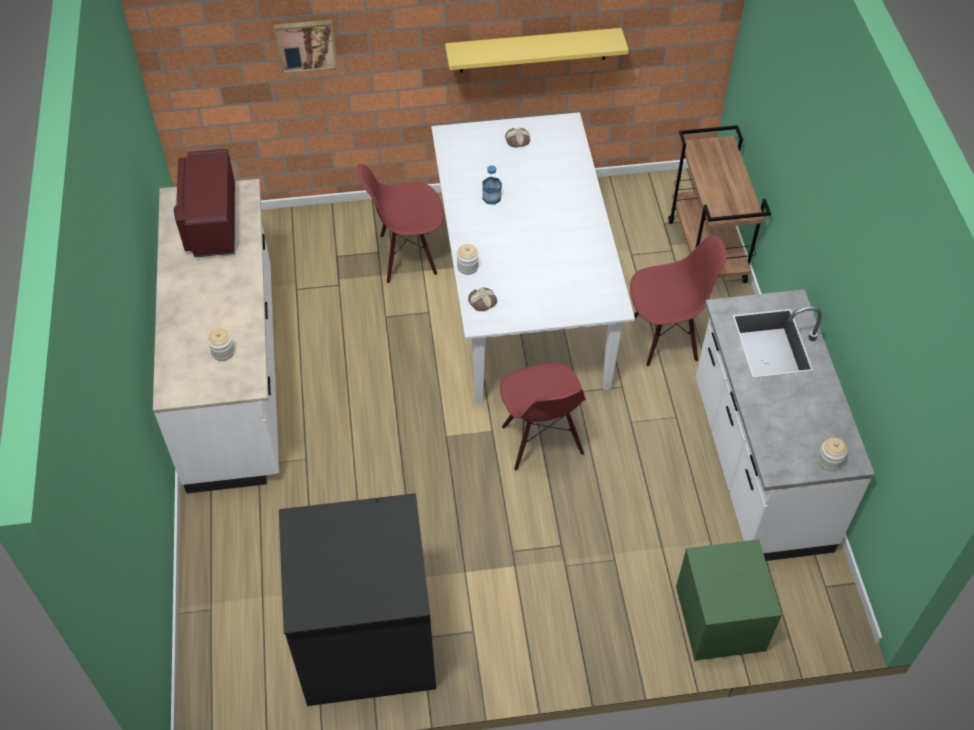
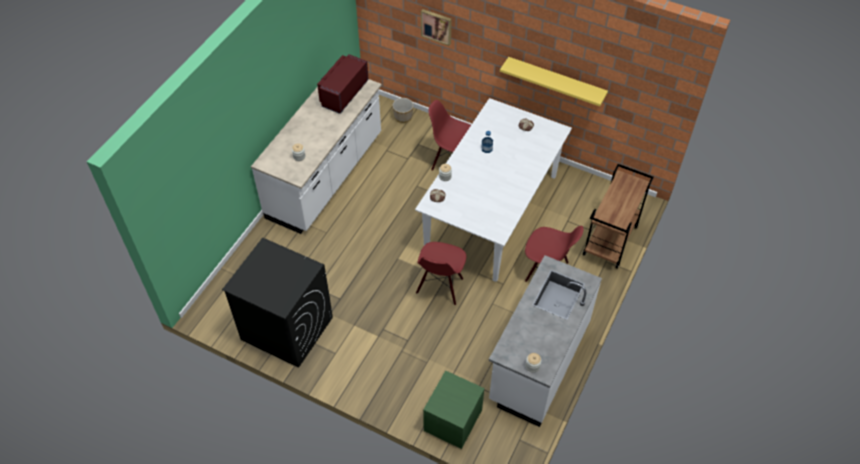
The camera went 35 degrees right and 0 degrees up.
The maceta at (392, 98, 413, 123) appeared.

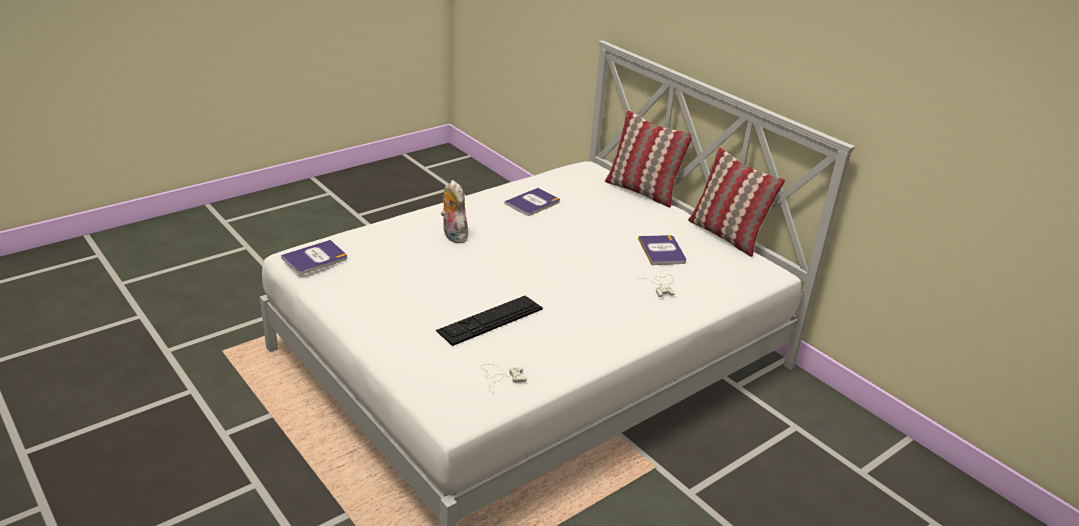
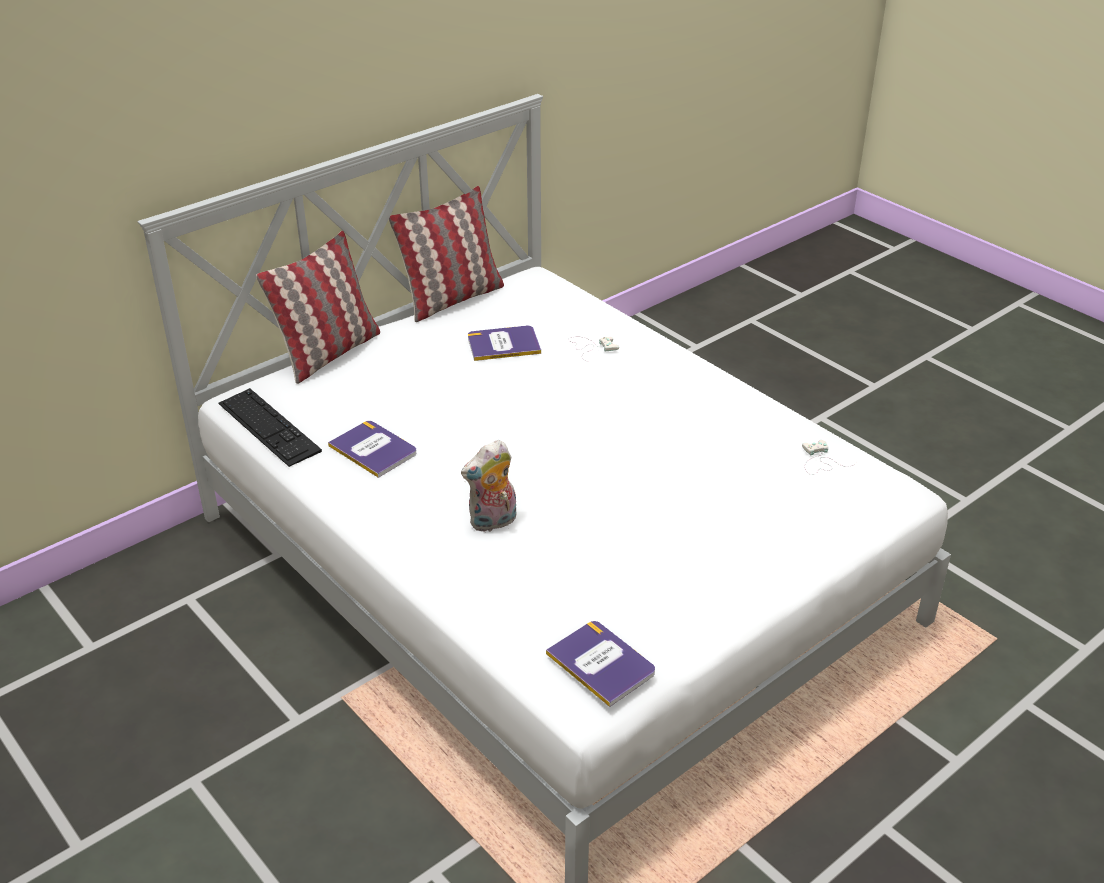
The camera went 90 degrees left and 5 degrees up.
The teclado moved from (436, 296, 543, 346) to (218, 388, 322, 467).

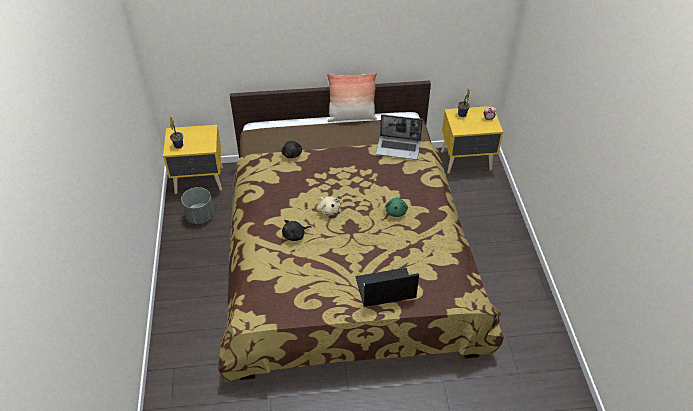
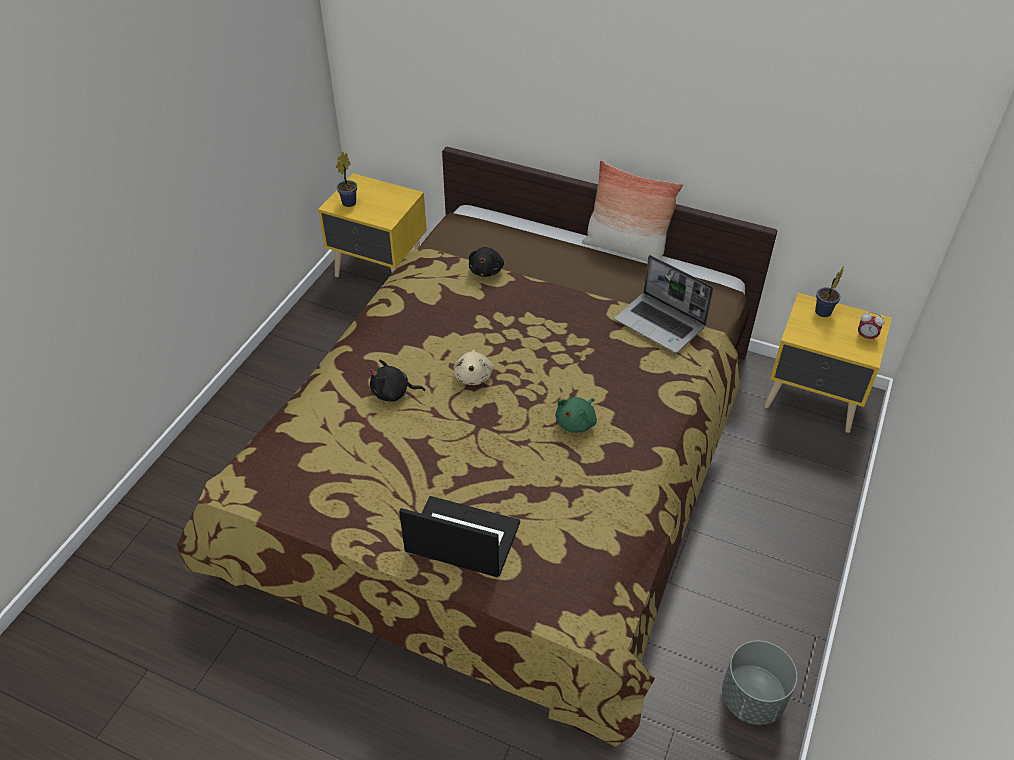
The camera went 30 degrees right and 0 degrees up.
The maceta (gris) moved from (181, 187, 214, 224) to (722, 641, 797, 725).

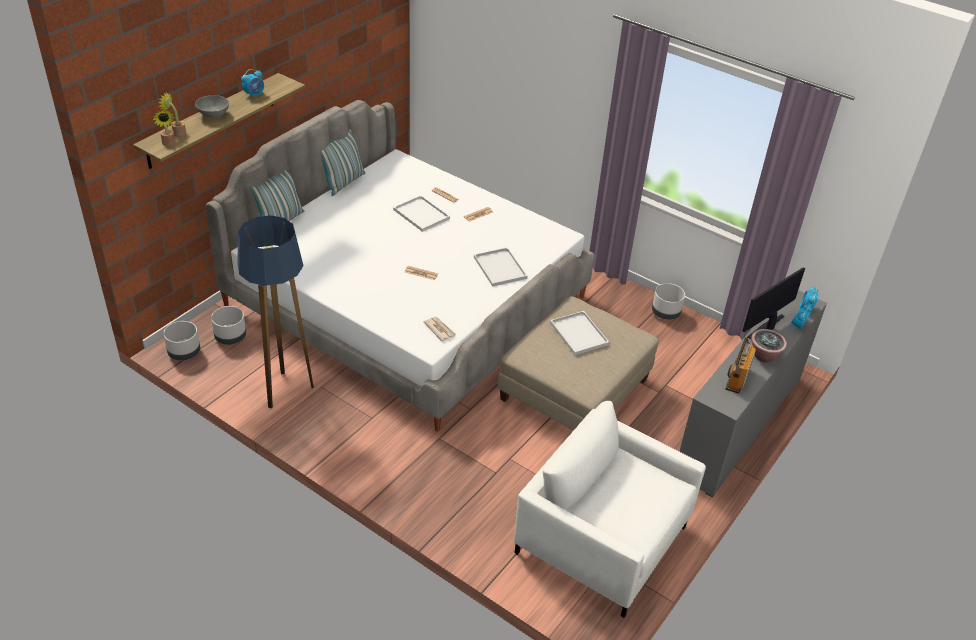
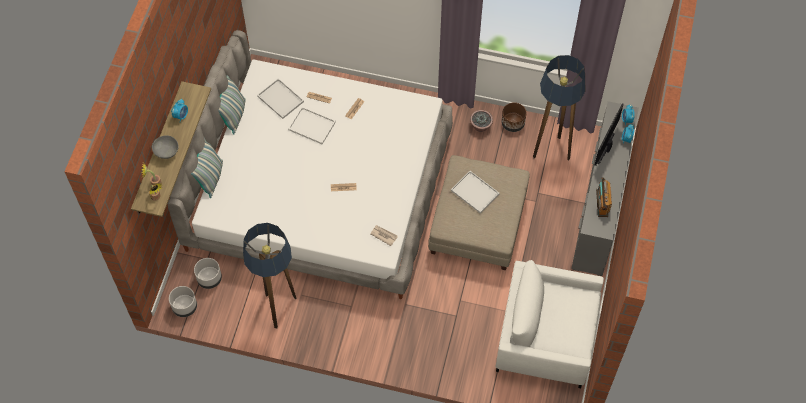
The camera went 20 degrees left and 20 degrees up.
The bandeja (blanco) moved from (474, 247, 527, 287) to (257, 78, 304, 119).
The planta en maceta moved from (751, 329, 787, 362) to (470, 110, 493, 132).
The maceta (gris) at (652, 283, 685, 320) became the maceta (marrón) at (501, 102, 526, 132).
The lámpara de pie at (533, 55, 585, 161) appeared.

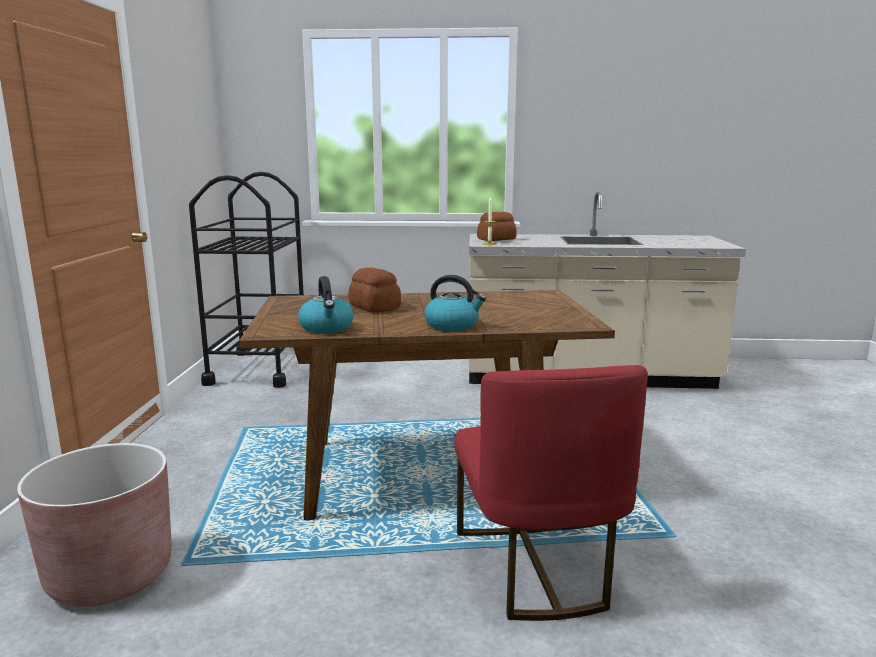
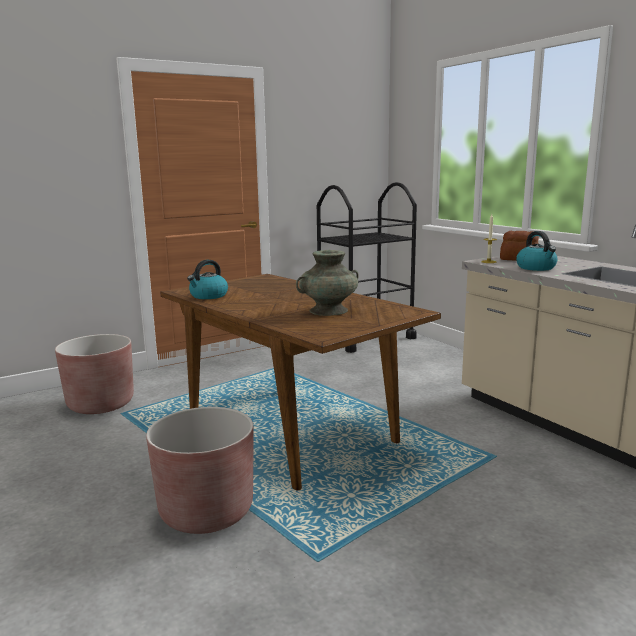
The camera went 55 degrees right and 0 degrees up.
The silla (rojo) at (454, 365, 648, 621) was replaced by the maceta (marrón) at (146, 407, 253, 534).
The florero (turquesa) at (296, 250, 359, 316) appeared.
The hervidor moved from (425, 275, 486, 331) to (516, 231, 557, 271).
The pan at (348, 267, 401, 313) disappeared.

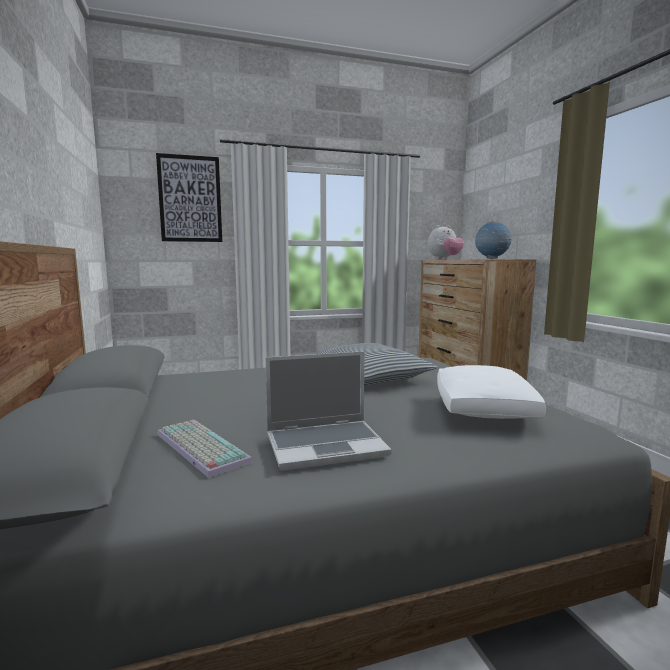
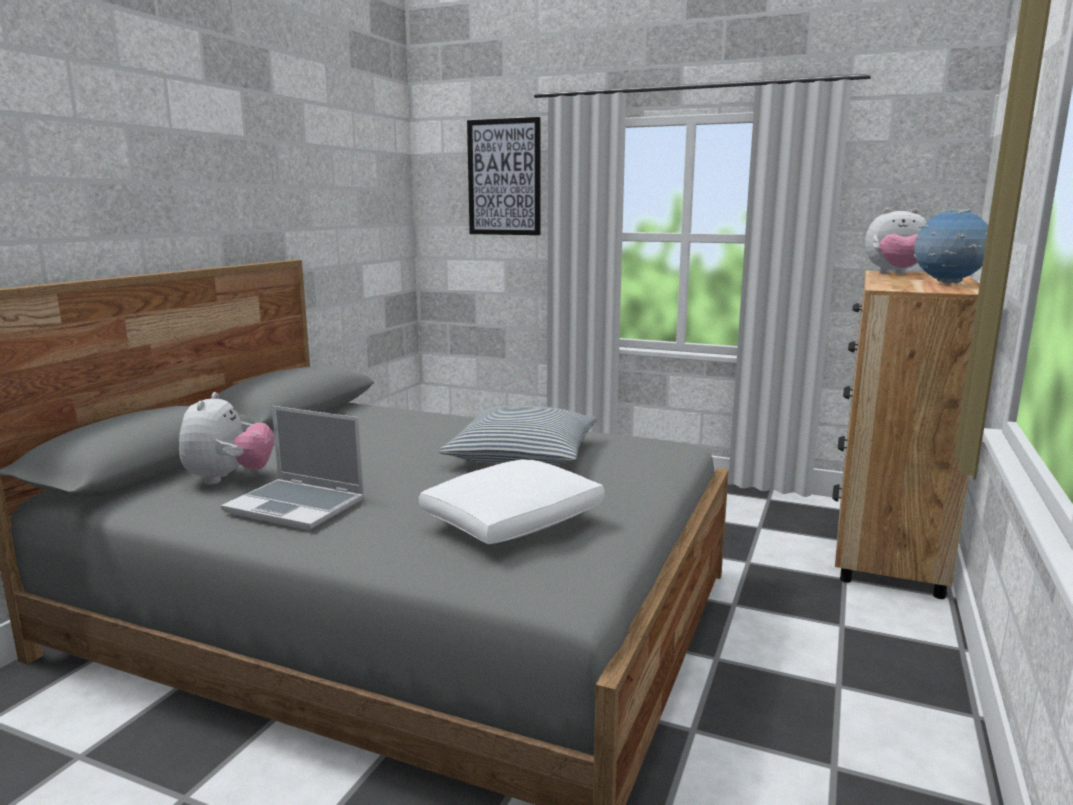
The camera went 40 degrees right and 5 degrees up.
The teclado at (157, 420, 253, 478) was replaced by the peluche at (179, 392, 274, 484).

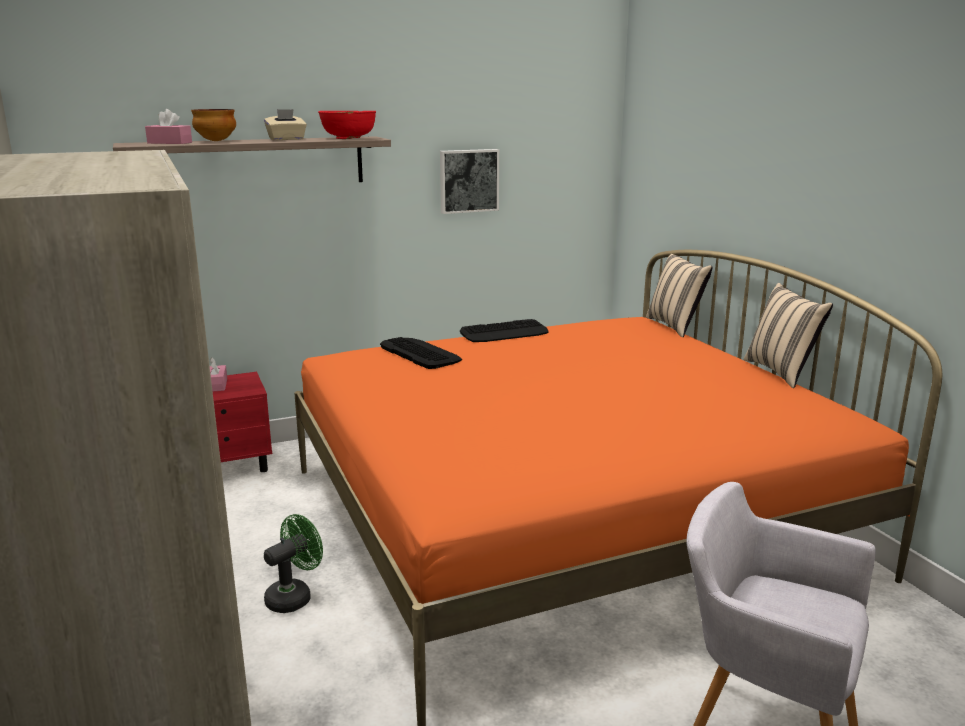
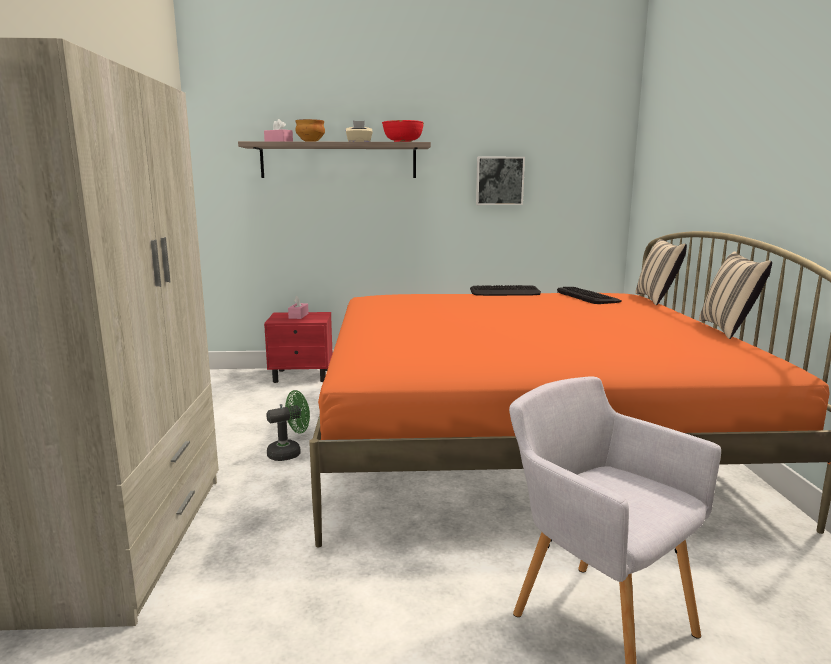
The camera went 20 degrees right and 5 degrees down.
The teclado moved from (380, 337, 462, 369) to (557, 287, 622, 304).

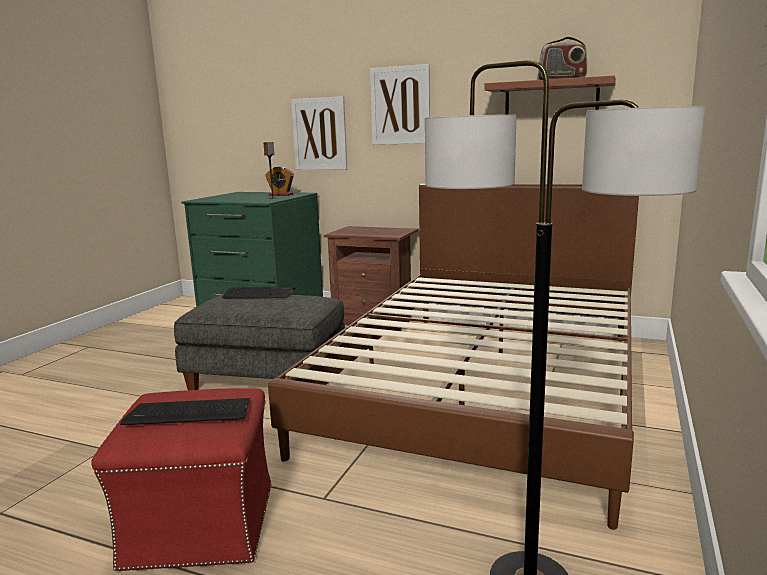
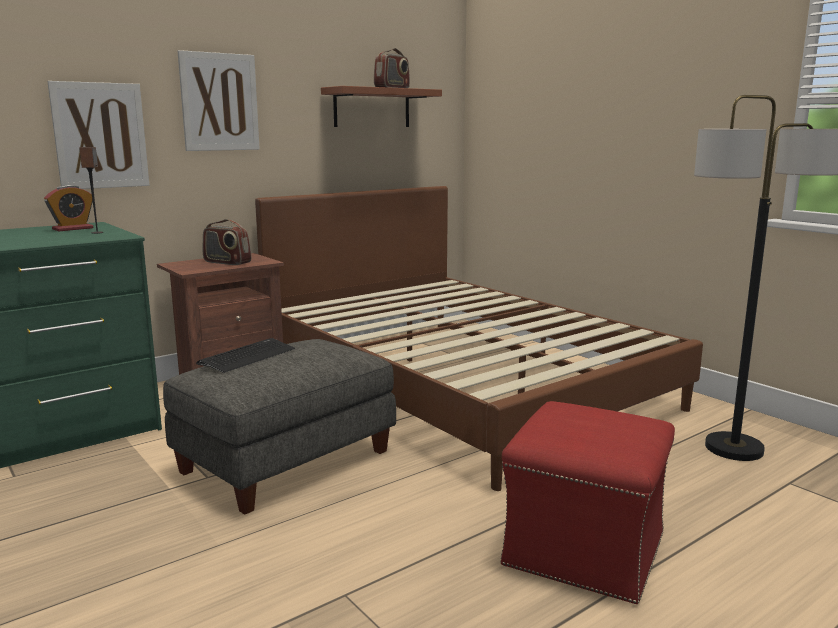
The camera went 60 degrees left and 0 degrees up.
The radio at (203, 219, 251, 265) appeared.
The teclado at (120, 398, 251, 425) disappeared.

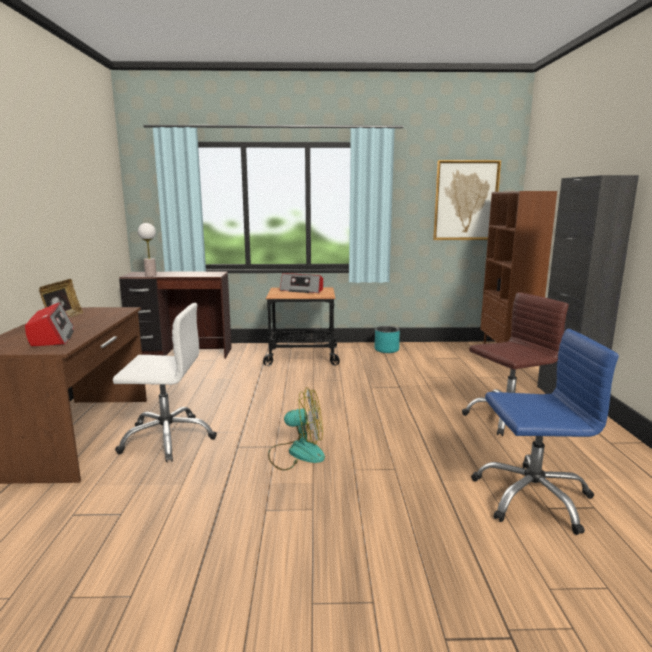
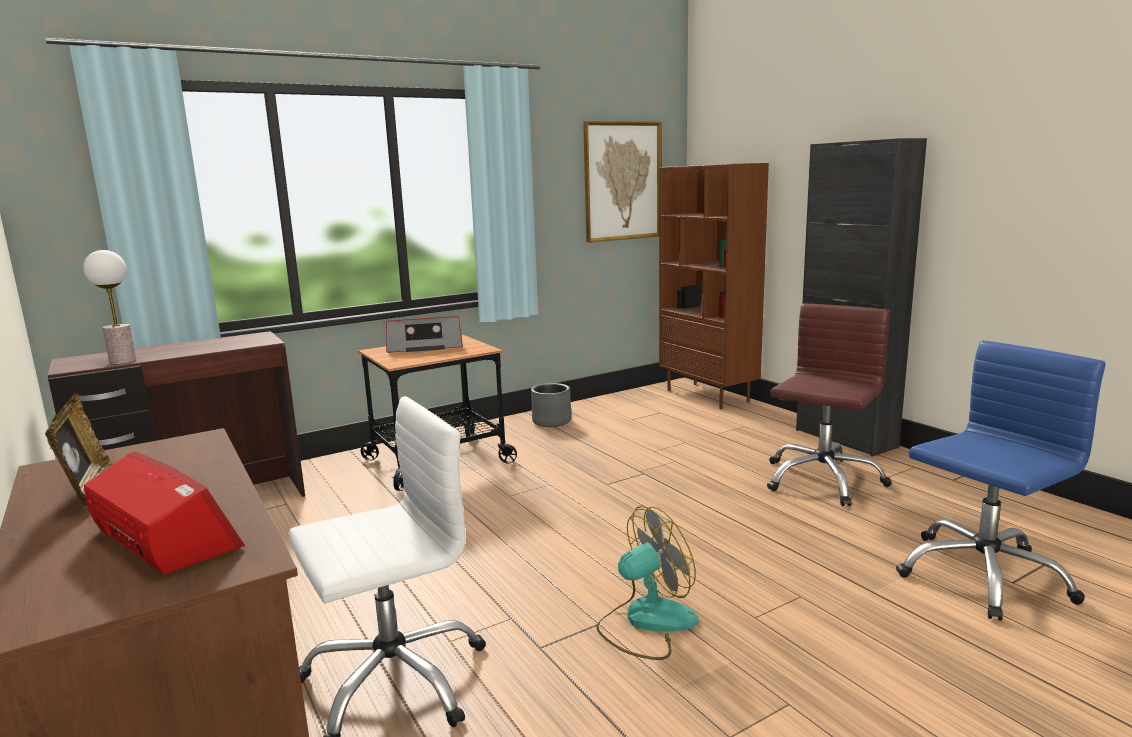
The camera went 30 degrees left and 0 degrees up.
The maceta (turquesa) at (374, 326, 400, 353) became the maceta (gris) at (531, 383, 571, 427).

